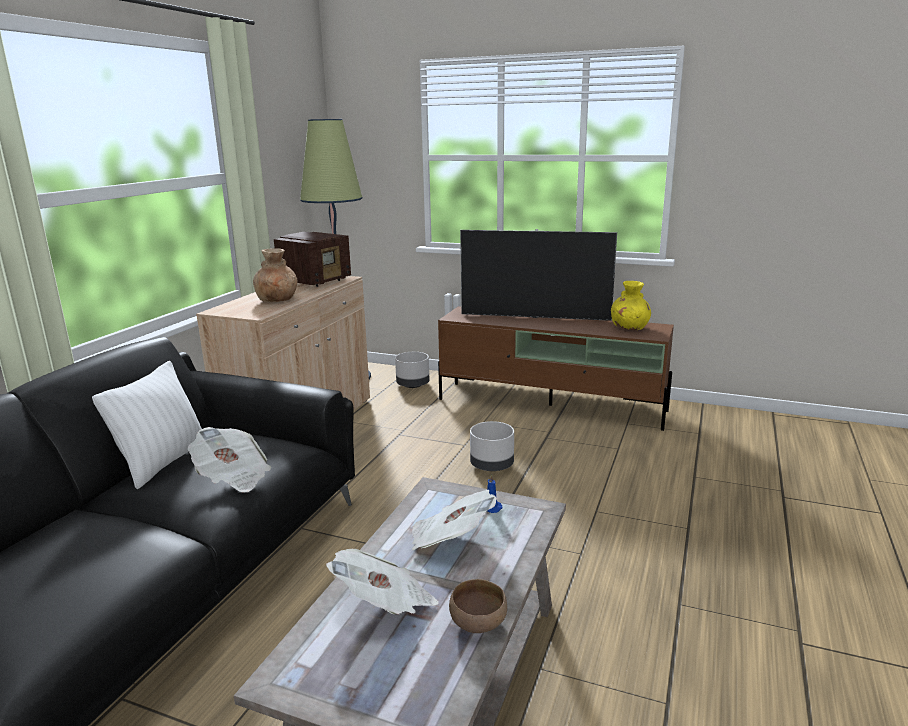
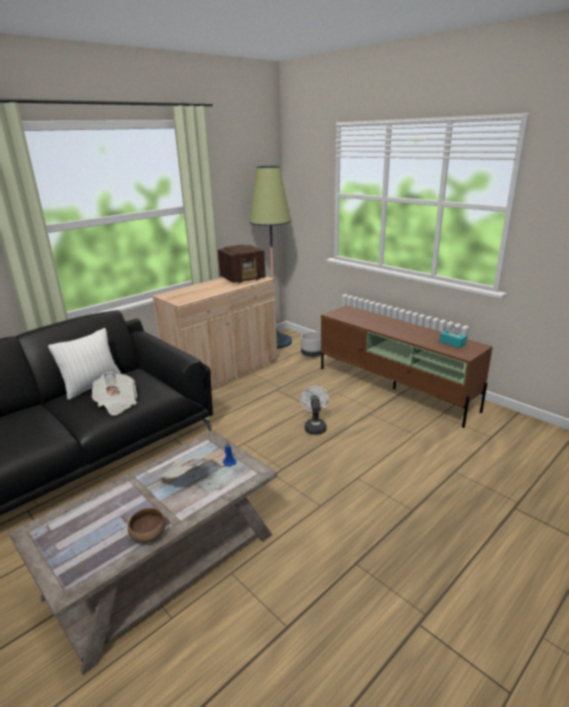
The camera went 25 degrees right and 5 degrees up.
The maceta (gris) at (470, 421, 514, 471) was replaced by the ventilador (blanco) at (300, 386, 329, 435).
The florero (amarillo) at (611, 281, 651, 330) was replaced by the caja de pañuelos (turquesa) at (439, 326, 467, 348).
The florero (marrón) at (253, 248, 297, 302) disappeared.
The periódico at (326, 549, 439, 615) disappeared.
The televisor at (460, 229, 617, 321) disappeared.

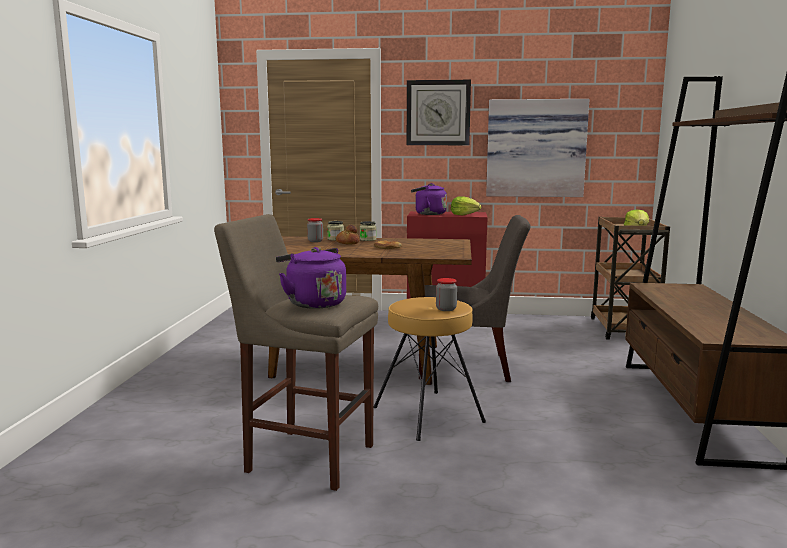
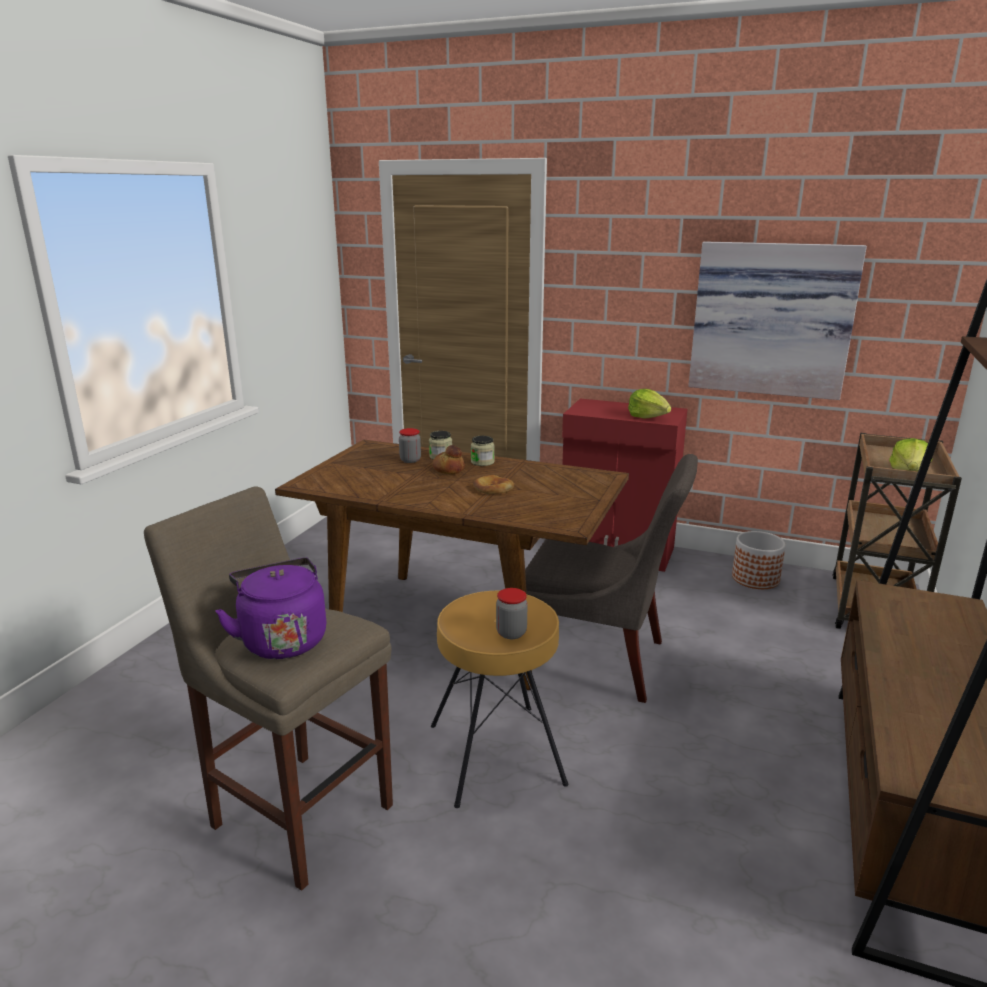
The camera went 15 degrees right and 10 degrees up.
The maceta at (732, 531, 786, 589) appeared.
The reloj de pared at (407, 80, 471, 145) disappeared.
The hervidor (morado) at (411, 183, 447, 215) disappeared.

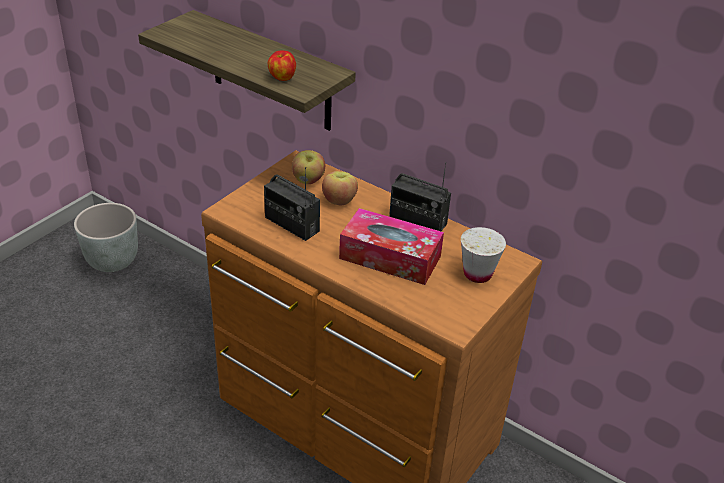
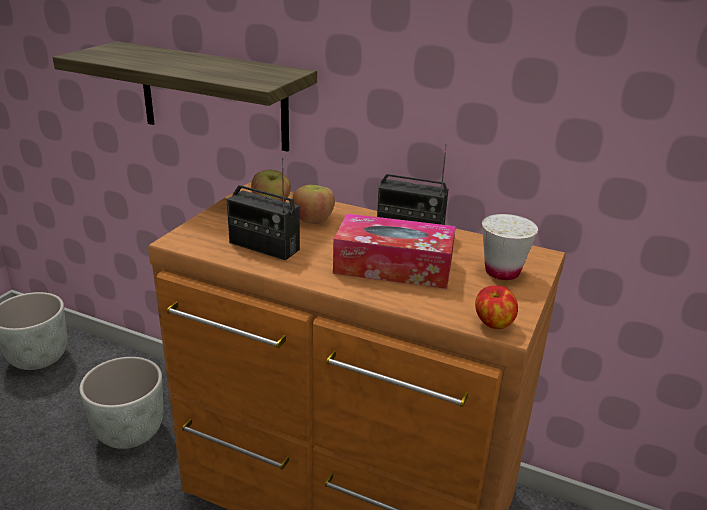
The camera went 10 degrees left and 10 degrees down.
The maceta (gris) at (80, 357, 163, 449) appeared.
The manzana moved from (268, 50, 296, 81) to (475, 286, 518, 329).

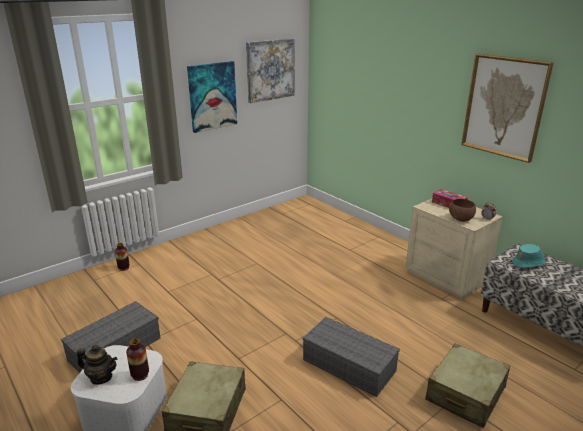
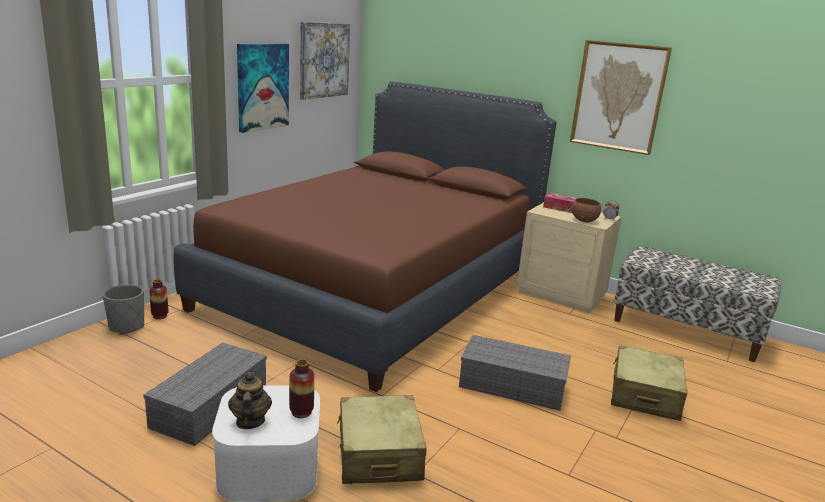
The camera went 20 degrees left and 5 degrees down.
The maceta (gris) at (103, 284, 144, 335) appeared.
The cama (marrón) at (174, 81, 557, 392) appeared.
The tetera at (77, 345, 117, 385) turned 90 degrees counterclockwise.
The sombrero (turquesa) at (512, 244, 547, 268) disappeared.

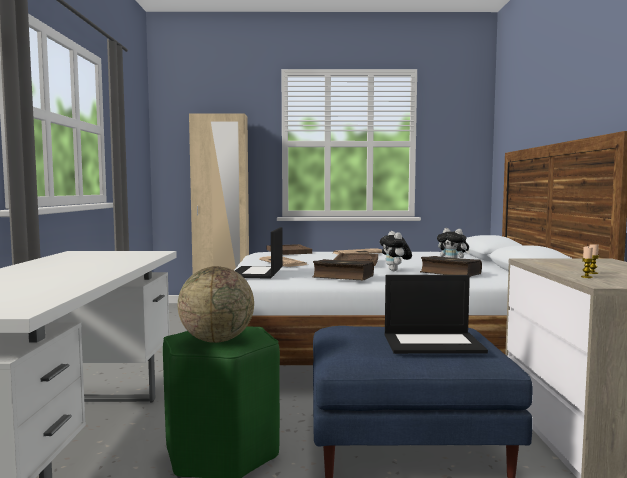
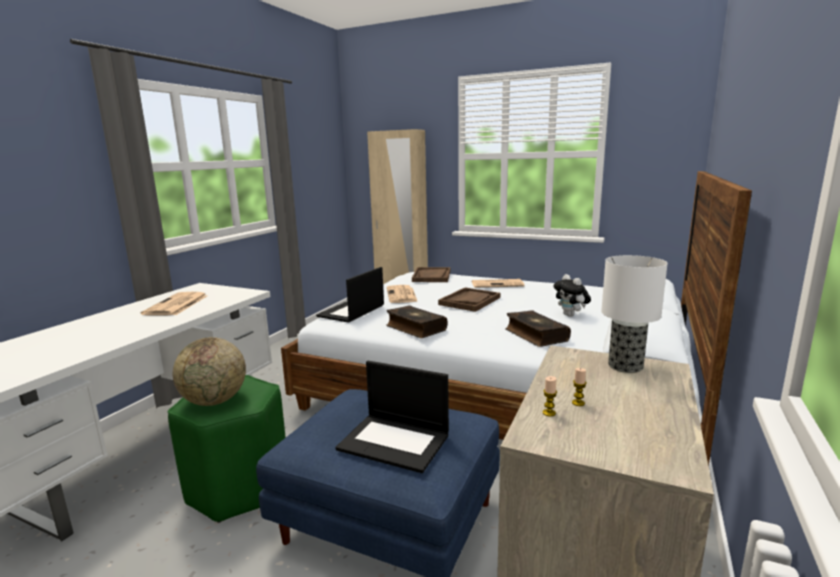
The camera went 25 degrees right and 10 degrees up.
The periódico at (141, 292, 208, 316) appeared.
The lámpara de mesa at (601, 255, 668, 373) appeared.
The peluche at (380, 231, 412, 271) disappeared.

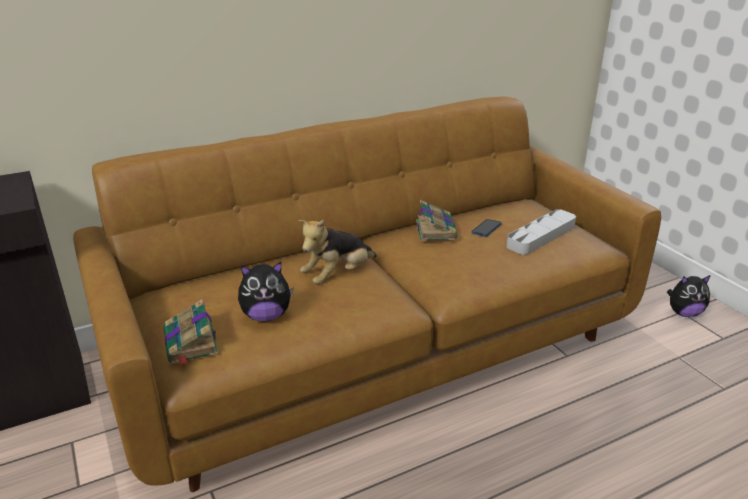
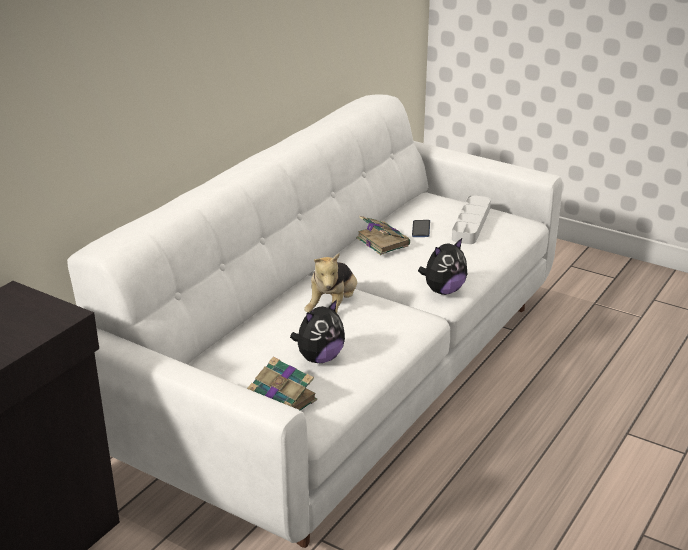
The camera went 30 degrees left and 0 degrees up.
The sofá (marrón) at (73, 96, 661, 492) became the sofá (blanco) at (67, 94, 562, 548).
The peluche moved from (667, 275, 711, 317) to (418, 238, 467, 295).

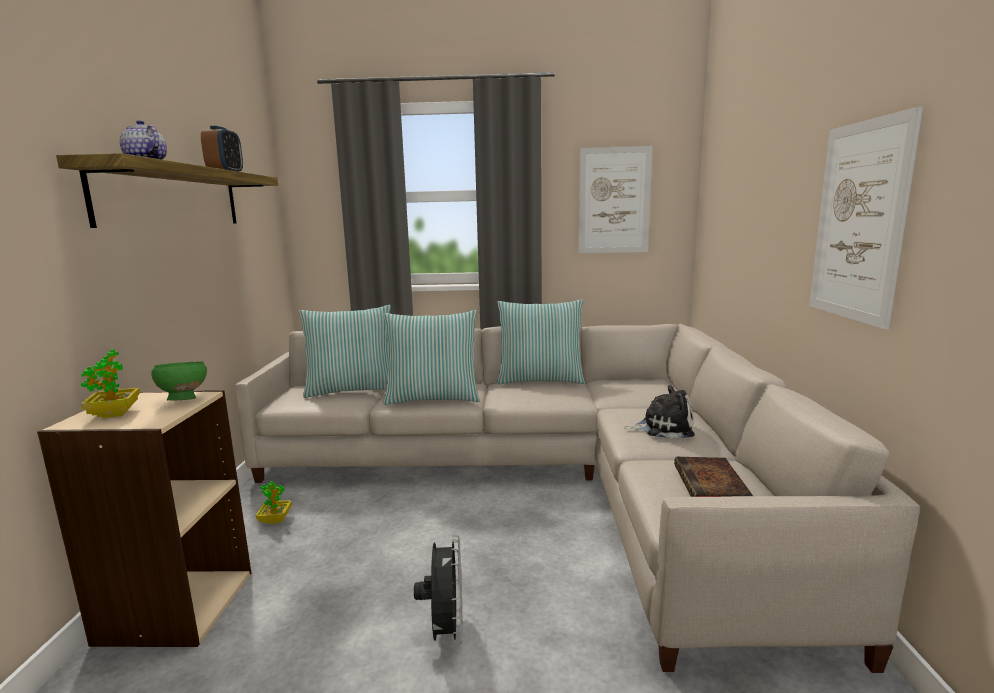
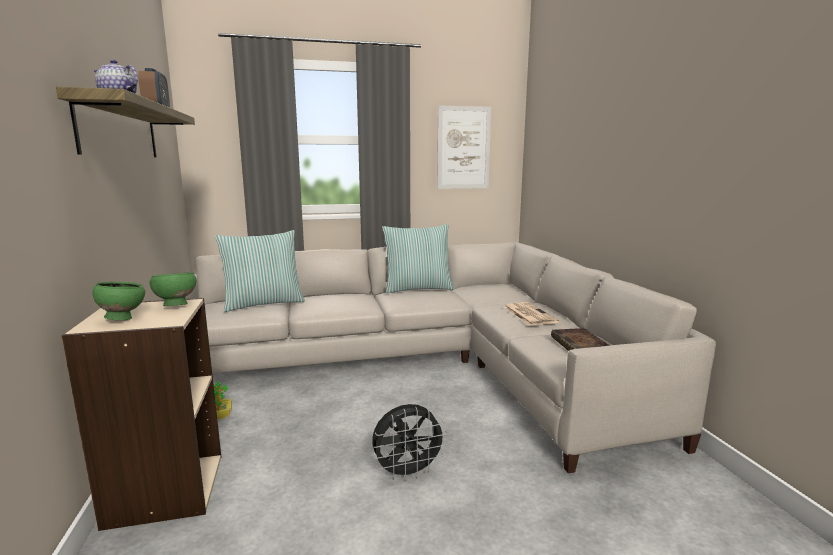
The camera went 15 degrees left and 0 degrees up.
The planta en maceta at (81, 349, 140, 418) was replaced by the cuenco (verde) at (93, 282, 145, 320).
The ventilador (negro) at (414, 535, 463, 645) turned 90 degrees clockwise.
The peluche at (624, 385, 695, 439) was replaced by the periódico at (503, 302, 559, 326).
The cojín at (383, 310, 480, 405) disappeared.
The cuadro at (809, 106, 923, 330) disappeared.

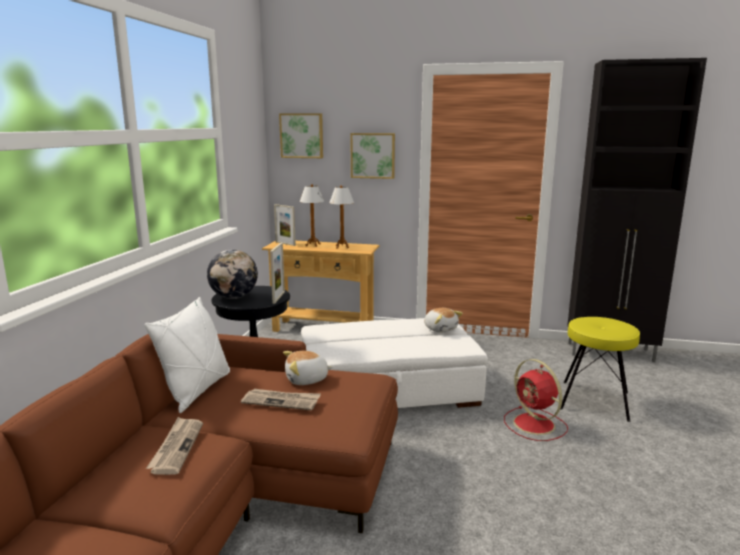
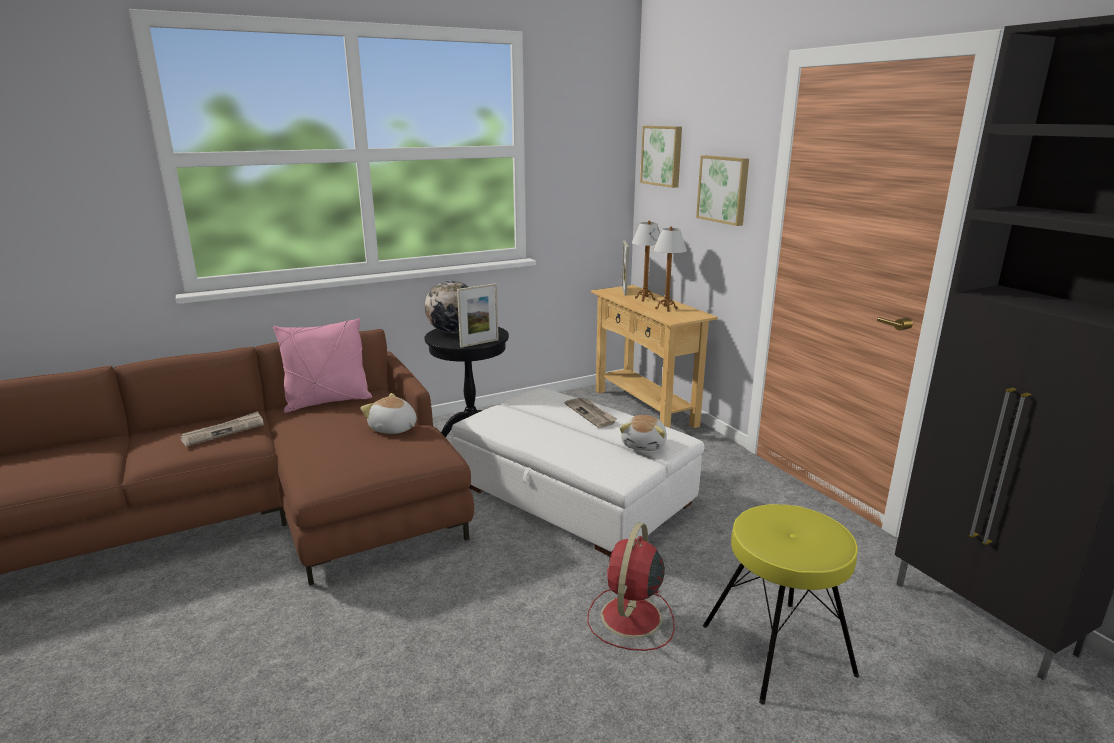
The camera went 50 degrees right and 5 degrees up.
The cojín (blanco) at (145, 297, 230, 413) became the cojín (rosa) at (273, 318, 372, 413).
The periódico moved from (241, 389, 321, 411) to (564, 398, 617, 428).

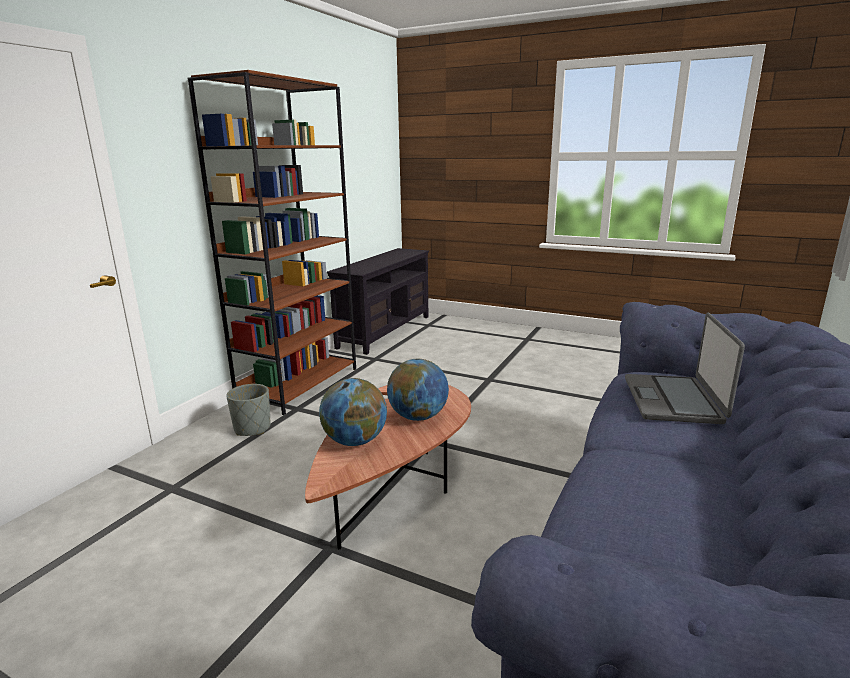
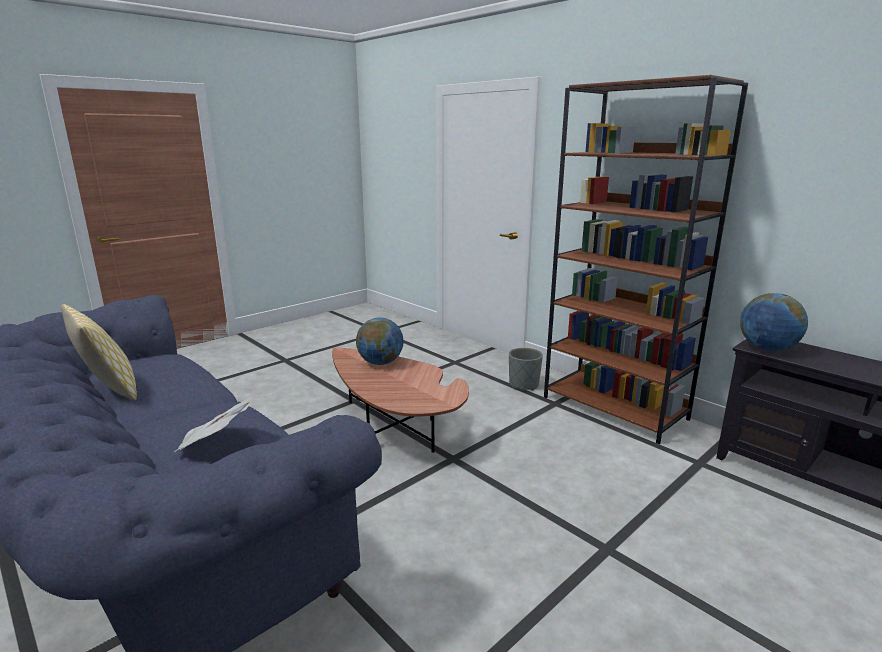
The camera went 110 degrees right and 0 degrees up.
The cojín at (61, 304, 137, 401) appeared.
The portátil at (625, 313, 745, 424) was replaced by the periódico at (174, 398, 251, 452).
The globo terráqueo moved from (387, 359, 449, 421) to (740, 293, 808, 351).

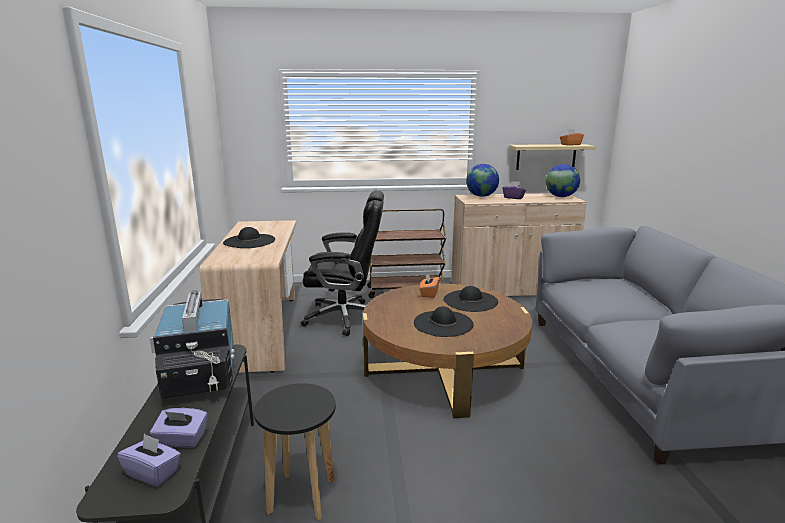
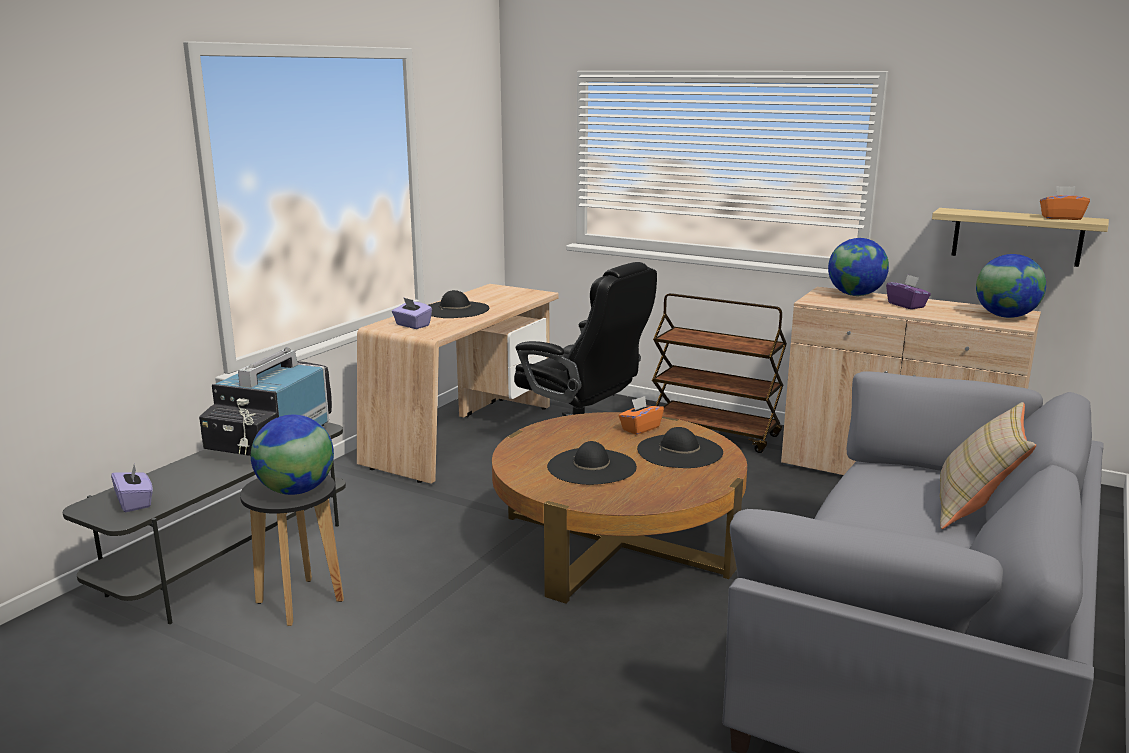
The camera went 35 degrees right and 0 degrees up.
The globo terráqueo at (251, 415, 334, 495) appeared.
The caja de pañuelos (morado) moved from (150, 408, 207, 448) to (392, 297, 432, 329).
The cojín (beis) at (939, 402, 1036, 529) appeared.

